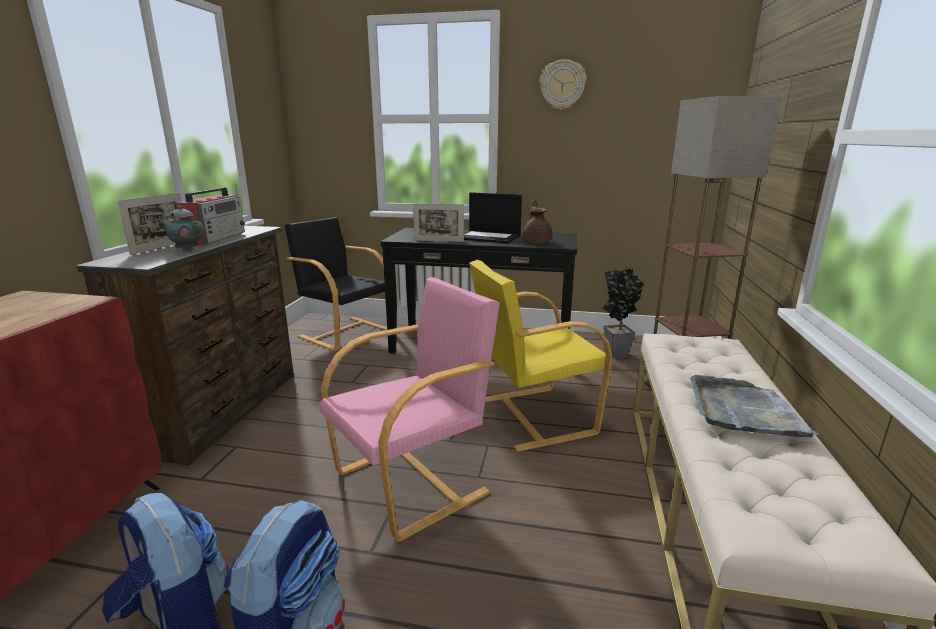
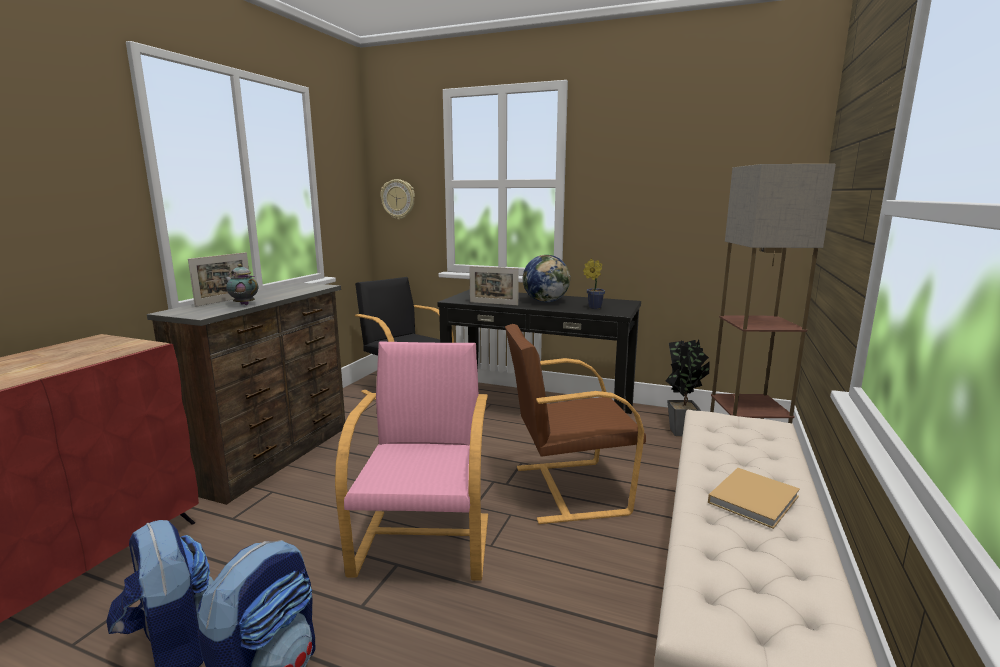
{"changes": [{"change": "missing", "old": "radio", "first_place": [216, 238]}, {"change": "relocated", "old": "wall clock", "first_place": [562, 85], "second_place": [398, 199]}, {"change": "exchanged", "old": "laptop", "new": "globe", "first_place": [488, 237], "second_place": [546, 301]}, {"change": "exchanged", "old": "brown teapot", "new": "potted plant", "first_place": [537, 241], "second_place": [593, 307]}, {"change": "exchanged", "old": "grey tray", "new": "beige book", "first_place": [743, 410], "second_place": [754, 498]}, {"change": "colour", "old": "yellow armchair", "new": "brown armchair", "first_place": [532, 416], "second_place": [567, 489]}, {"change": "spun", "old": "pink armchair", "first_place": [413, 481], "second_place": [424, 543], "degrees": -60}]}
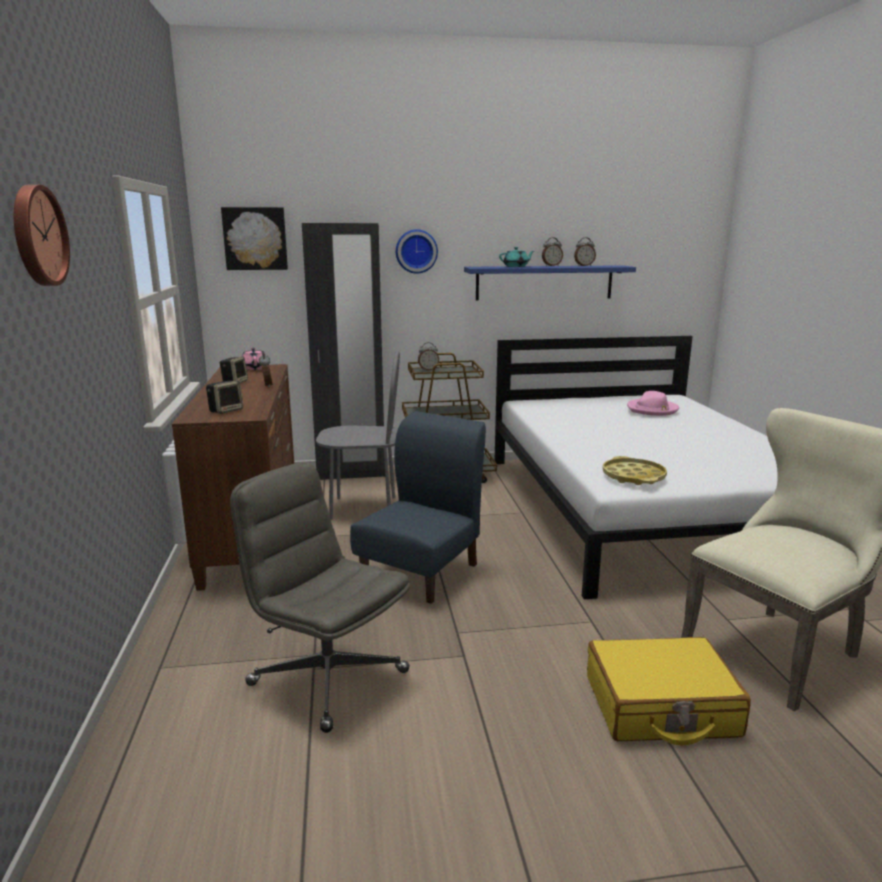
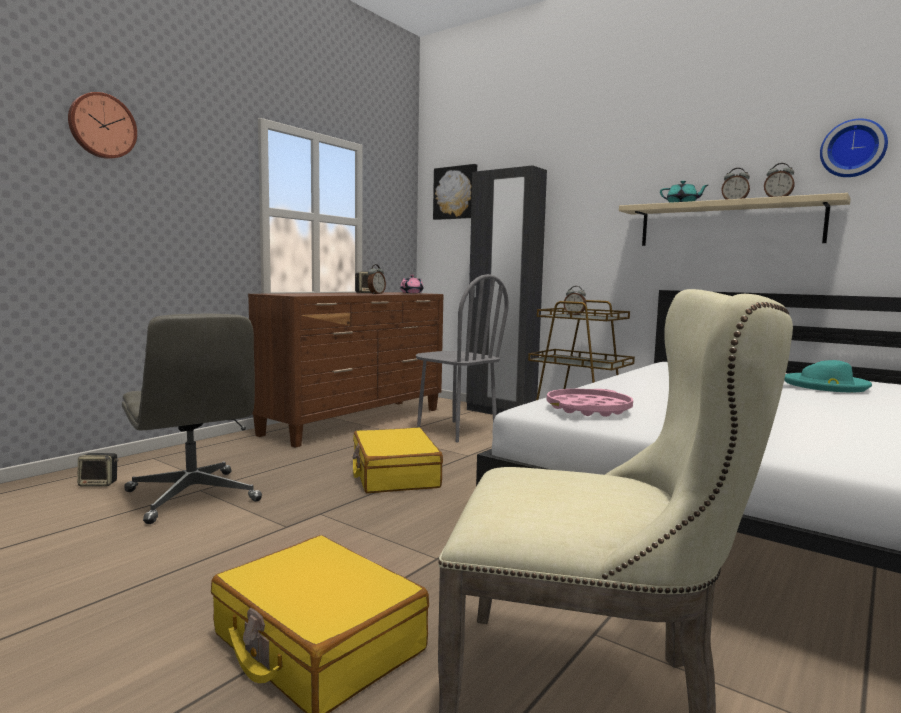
{"changes": [{"change": "relocated", "old": "speaker", "first_place": [226, 410], "second_place": [99, 483]}, {"change": "relocated", "old": "wall clock", "first_place": [416, 251], "second_place": [853, 149]}, {"change": "exchanged", "old": "blue chair", "new": "yellow suitcase", "first_place": [421, 572], "second_place": [394, 475]}, {"change": "colour", "old": "blue shelf", "new": "beige shelf", "first_place": [544, 282], "second_place": [728, 224]}, {"change": "colour", "old": "yellow tray", "new": "pink tray", "first_place": [633, 477], "second_place": [588, 409]}, {"change": "colour", "old": "pink hat", "new": "turquoise hat", "first_place": [652, 409], "second_place": [826, 386]}, {"change": "spun", "old": "grey office chair", "first_place": [327, 677], "second_place": [193, 497], "degrees": 150}]}
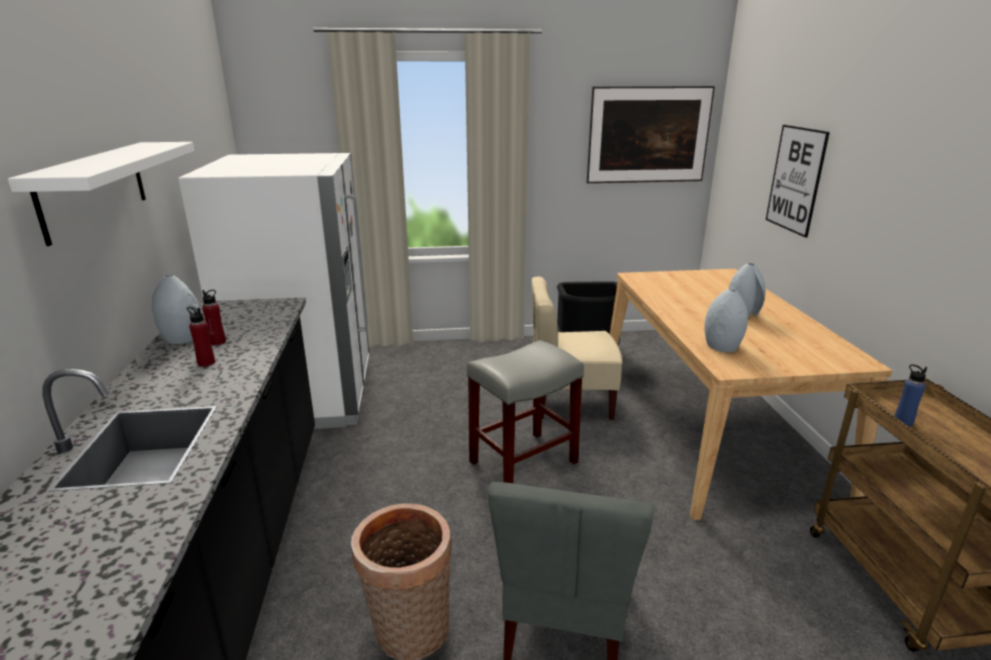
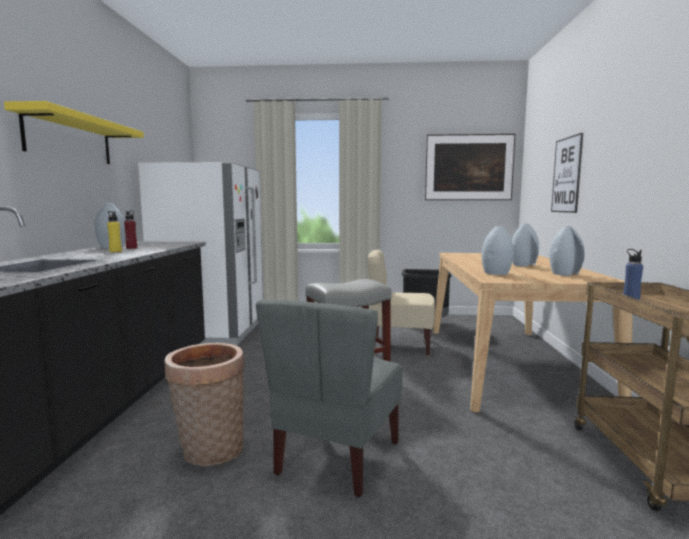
{"changes": [{"change": "appeared", "new": "grey vase", "second_place": [565, 274]}, {"change": "colour", "old": "white shelf", "new": "yellow shelf", "first_place": [94, 188], "second_place": [69, 139]}, {"change": "colour", "old": "red bottle", "new": "yellow bottle", "first_place": [206, 363], "second_place": [115, 251]}]}
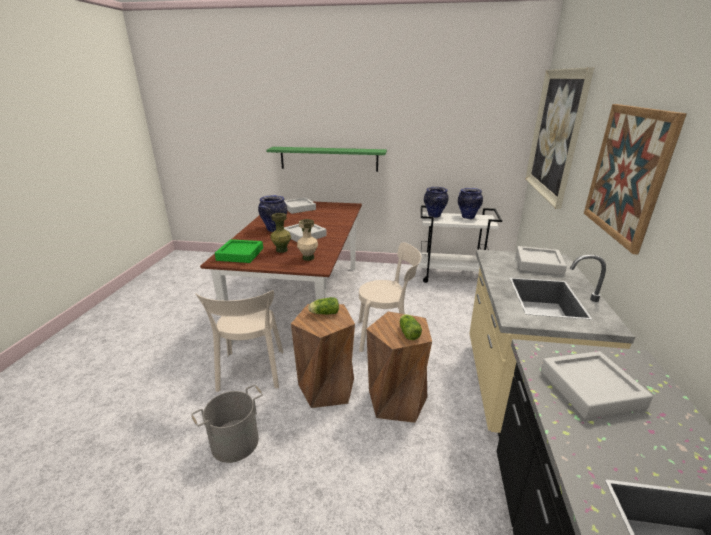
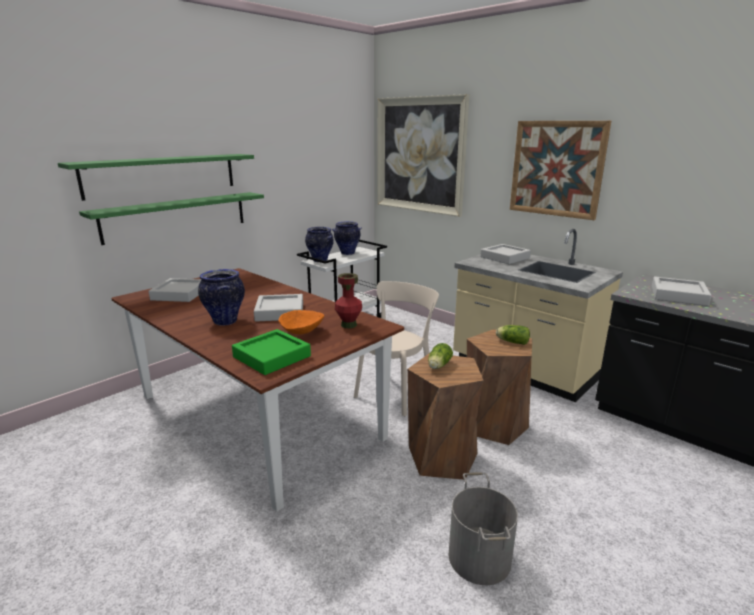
{"changes": [{"change": "missing", "old": "beige chair", "first_place": [251, 373]}, {"change": "appeared", "new": "green shelf", "second_place": [162, 175]}, {"change": "exchanged", "old": "green vase", "new": "orange bowl", "first_place": [281, 250], "second_place": [302, 332]}, {"change": "colour", "old": "beige vase", "new": "red vase", "first_place": [308, 258], "second_place": [349, 325]}]}
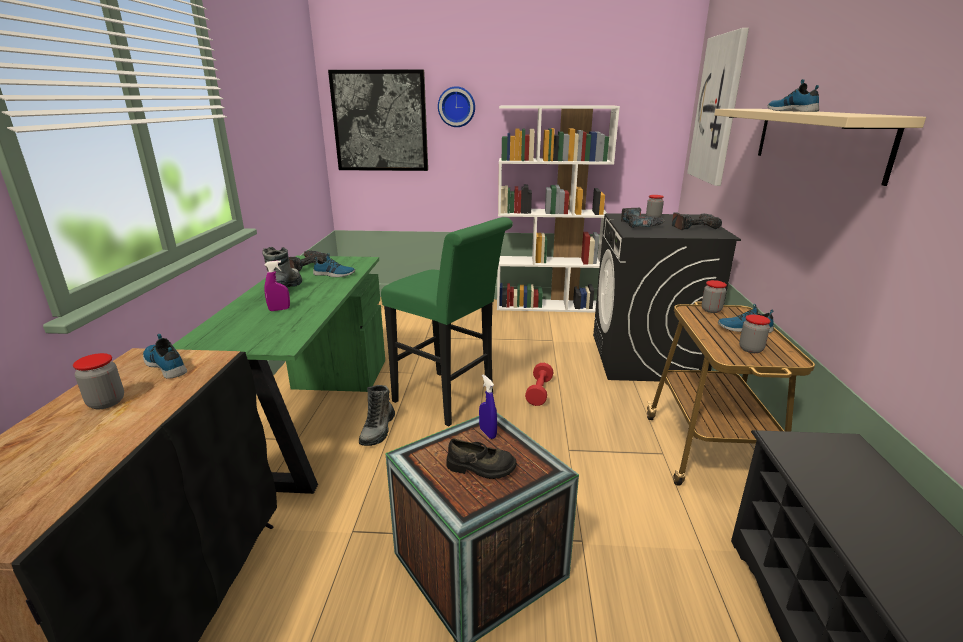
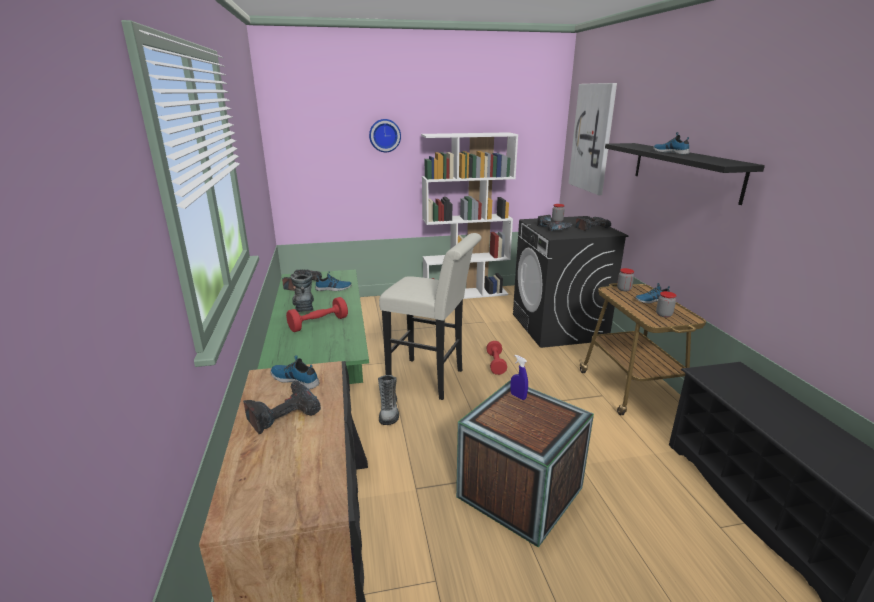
{"changes": [{"change": "missing", "old": "picture", "first_place": [380, 121]}, {"change": "missing", "old": "black shoe", "first_place": [481, 468]}, {"change": "exchanged", "old": "jar", "new": "power drill", "first_place": [106, 402], "second_place": [283, 413]}, {"change": "exchanged", "old": "purple spray bottle", "new": "red dumbbell", "first_place": [279, 309], "second_place": [318, 324]}, {"change": "colour", "old": "green stool", "new": "white stool", "first_place": [449, 400], "second_place": [431, 380]}, {"change": "colour", "old": "beige shelf", "new": "black shelf", "first_place": [816, 140], "second_place": [684, 170]}]}
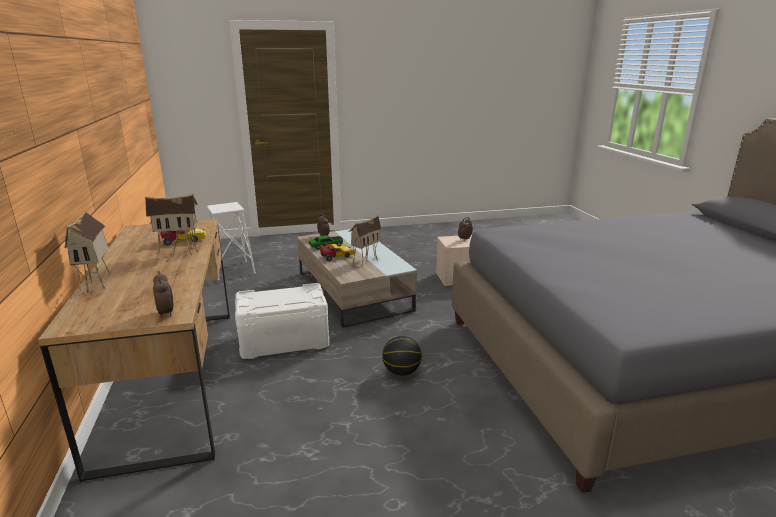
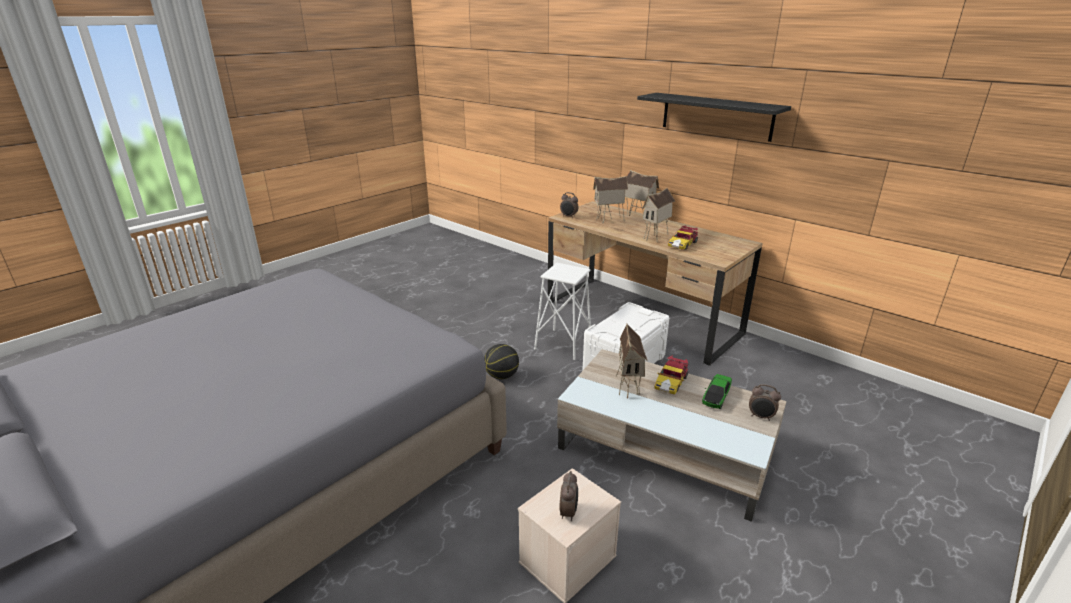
{"changes": [{"change": "appeared", "new": "toy house", "second_place": [609, 220]}, {"change": "appeared", "new": "black shelf", "second_place": [716, 116]}, {"change": "relocated", "old": "white stool", "first_place": [233, 270], "second_place": [563, 344]}]}
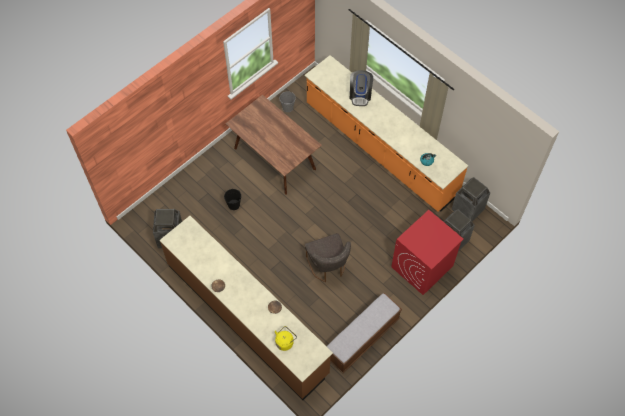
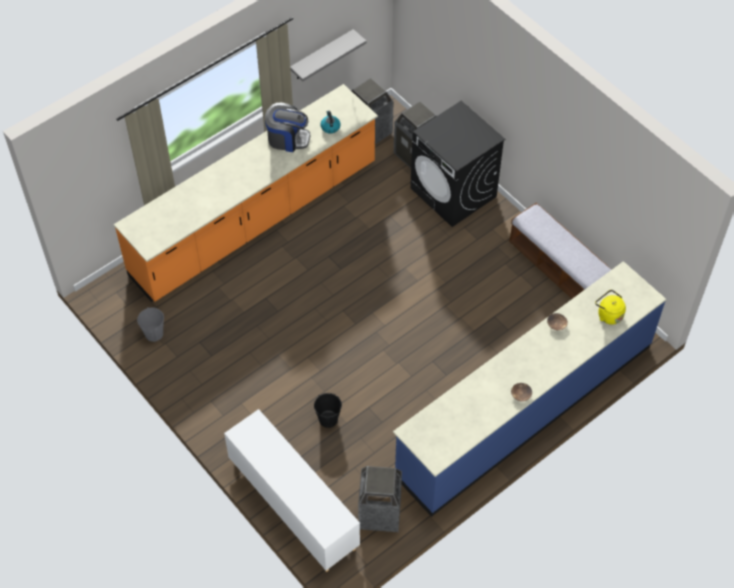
{"changes": [{"change": "missing", "old": "brown dining table", "first_place": [274, 158]}, {"change": "missing", "old": "grey chair", "first_place": [328, 267]}, {"change": "appeared", "new": "white cabinet", "second_place": [293, 505]}, {"change": "appeared", "new": "grey shelf", "second_place": [322, 55]}, {"change": "relocated", "old": "coffee machine", "first_place": [360, 94], "second_place": [287, 138]}, {"change": "colour", "old": "brown counter", "new": "blue counter", "first_place": [247, 318], "second_place": [524, 409]}, {"change": "colour", "old": "red washing machine", "new": "black washing machine", "first_place": [422, 267], "second_place": [453, 192]}]}
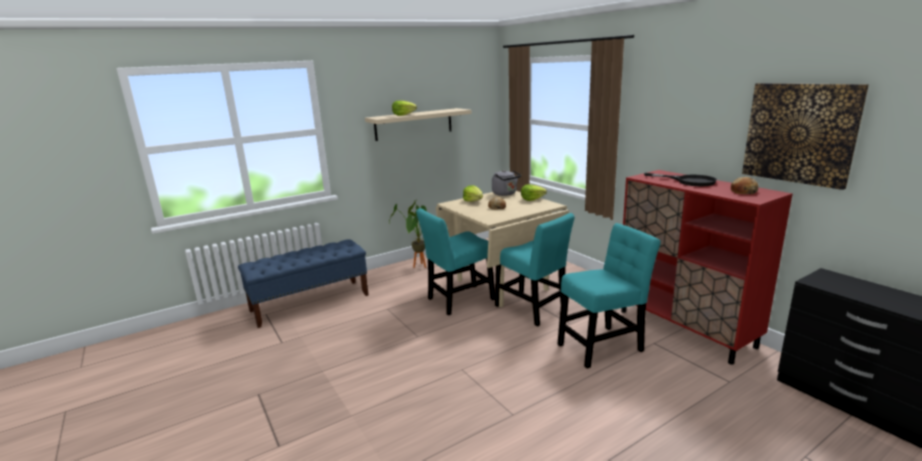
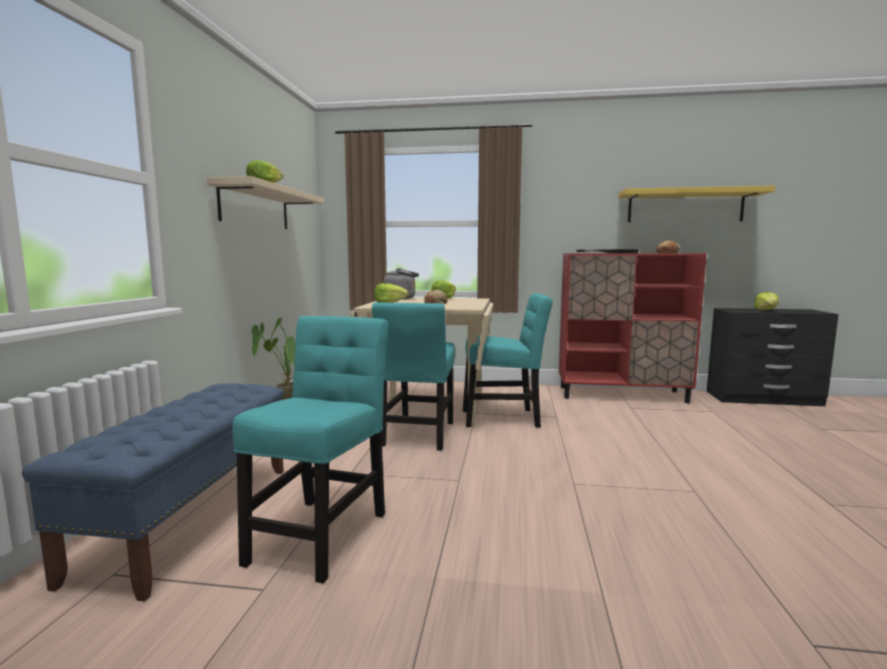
{"changes": [{"change": "appeared", "new": "lettuce", "second_place": [766, 310]}, {"change": "relocated", "old": "turquoise chair", "first_place": [603, 346], "second_place": [321, 532]}, {"change": "exchanged", "old": "picture", "new": "yellow shelf", "first_place": [800, 133], "second_place": [685, 206]}]}
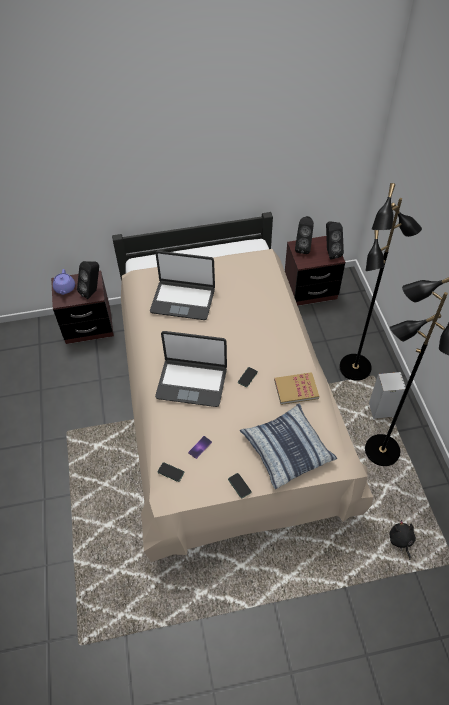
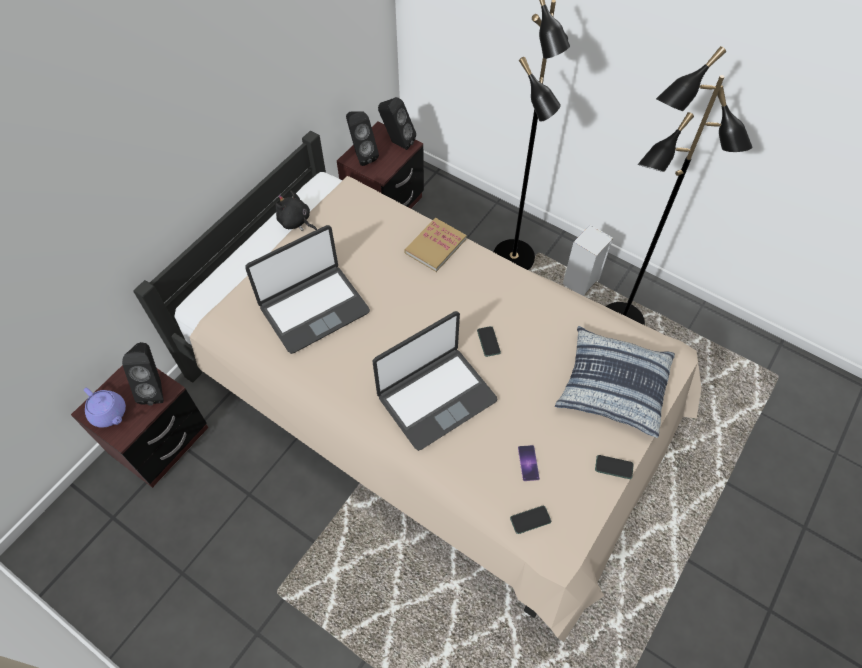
{"changes": [{"change": "relocated", "old": "book", "first_place": [296, 389], "second_place": [435, 246]}, {"change": "relocated", "old": "black plush toy", "first_place": [401, 540], "second_place": [296, 222]}]}
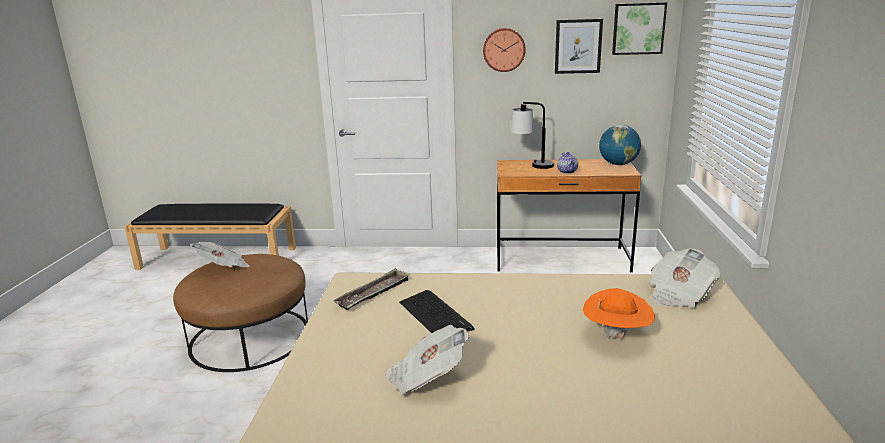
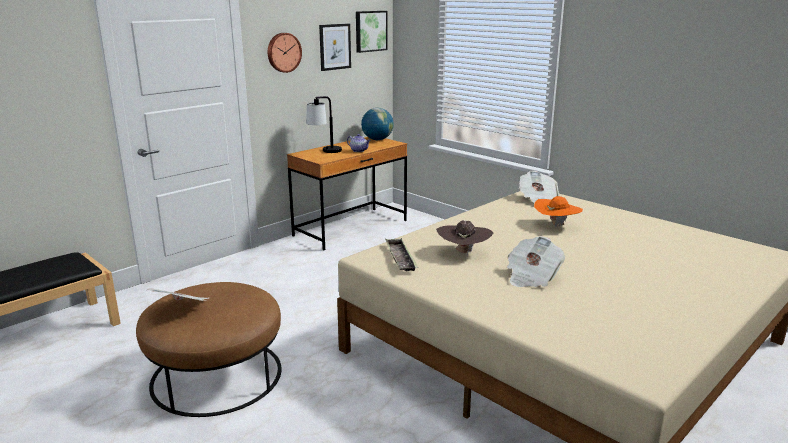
{"changes": [{"change": "exchanged", "old": "keyboard", "new": "brown hat", "first_place": [435, 315], "second_place": [463, 252]}]}
